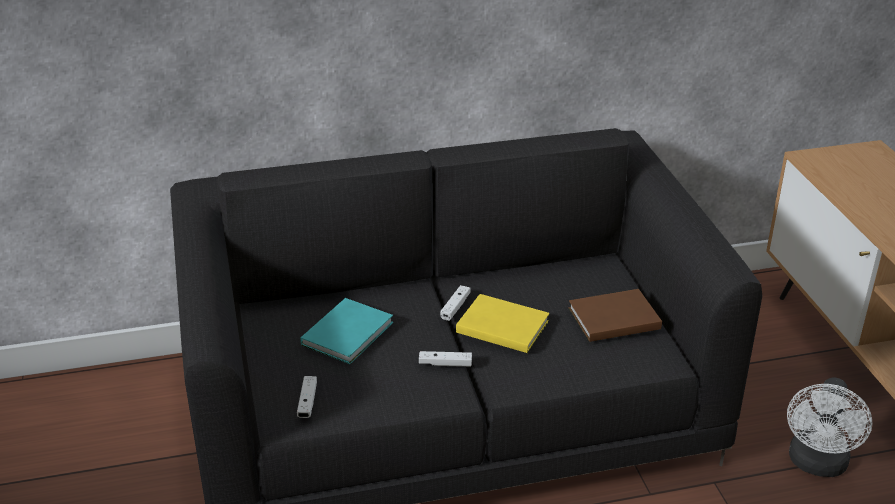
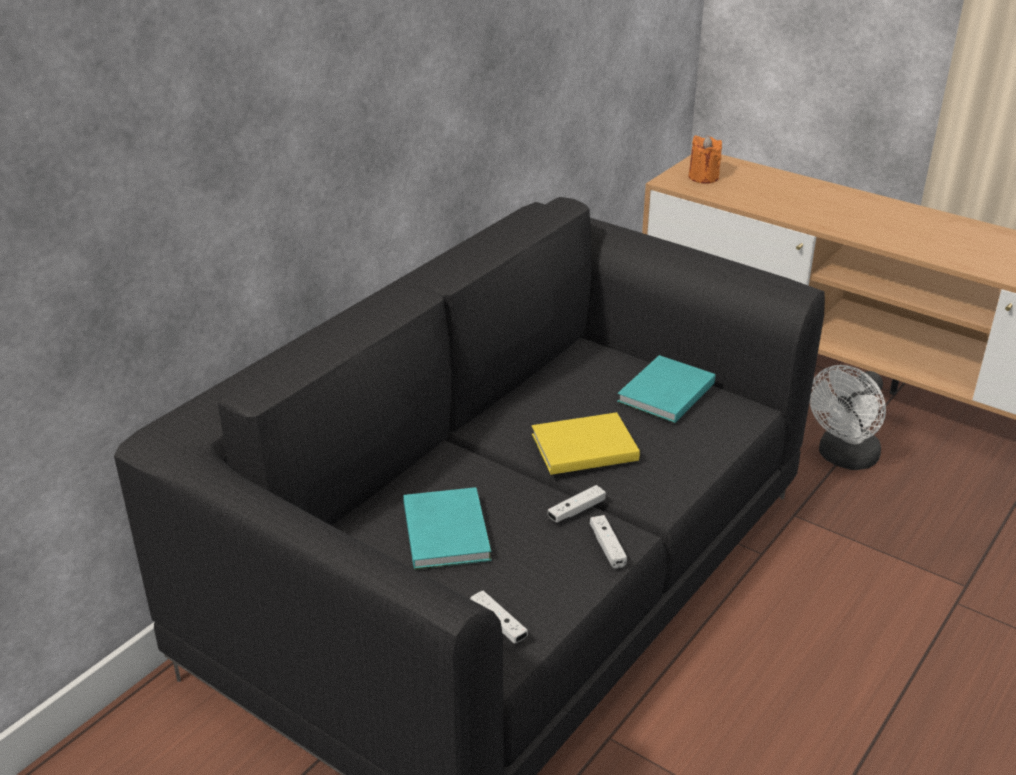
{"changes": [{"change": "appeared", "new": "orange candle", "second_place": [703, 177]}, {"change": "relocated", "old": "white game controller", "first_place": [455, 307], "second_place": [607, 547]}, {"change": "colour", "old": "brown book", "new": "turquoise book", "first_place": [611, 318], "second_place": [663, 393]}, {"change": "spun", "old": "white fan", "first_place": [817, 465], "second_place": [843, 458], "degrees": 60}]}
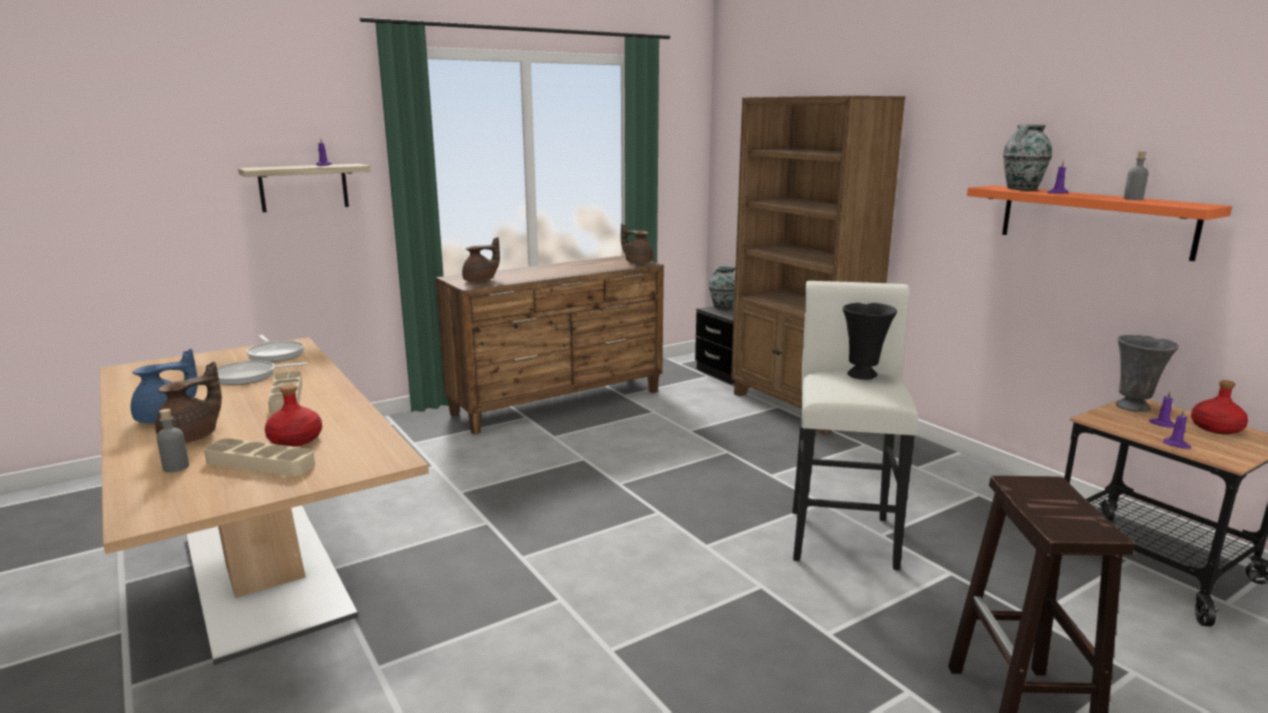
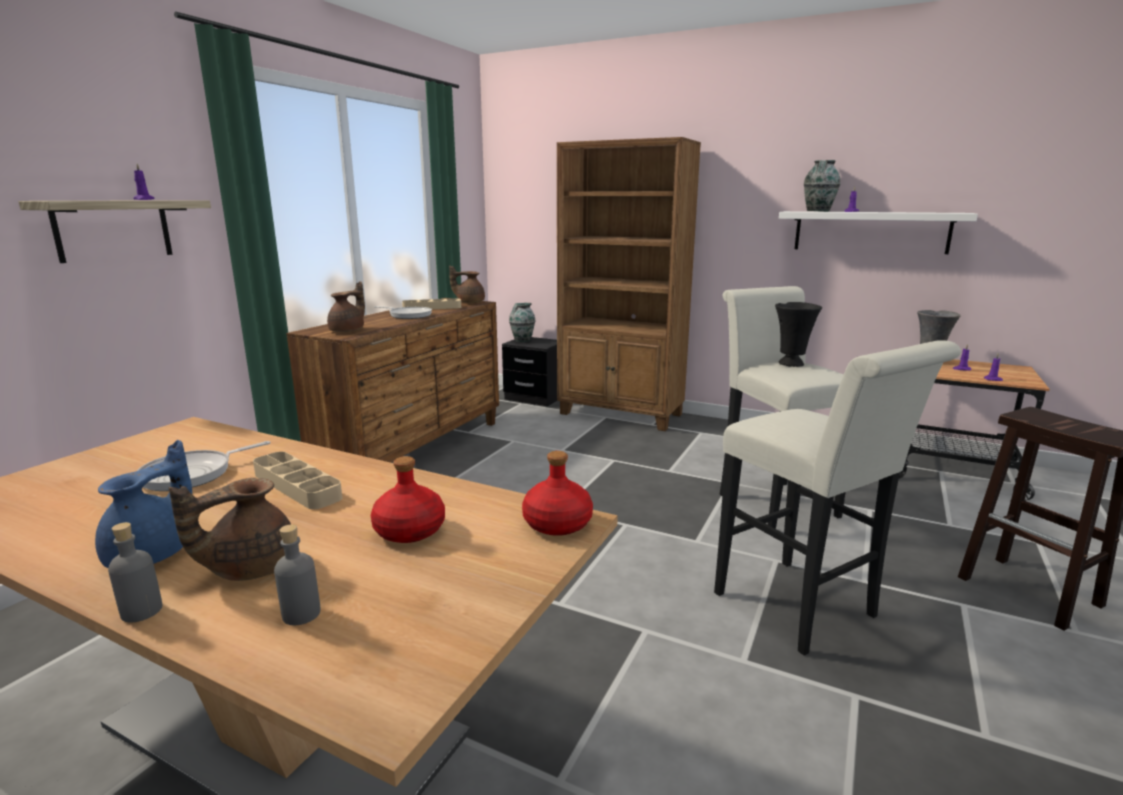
{"changes": [{"change": "appeared", "new": "white stool", "second_place": [803, 610]}, {"change": "relocated", "old": "beige tray", "first_place": [260, 463], "second_place": [432, 308]}, {"change": "relocated", "old": "frying pan", "first_place": [275, 354], "second_place": [408, 315]}, {"change": "relocated", "old": "grey bottle", "first_place": [1133, 199], "second_place": [141, 611]}, {"change": "relocated", "old": "red bottle", "first_place": [1215, 428], "second_place": [556, 524]}, {"change": "colour", "old": "orange shelf", "new": "white shelf", "first_place": [1094, 220], "second_place": [870, 232]}, {"change": "spun", "old": "brown teapot", "first_place": [192, 437], "second_place": [250, 567], "degrees": -135}]}
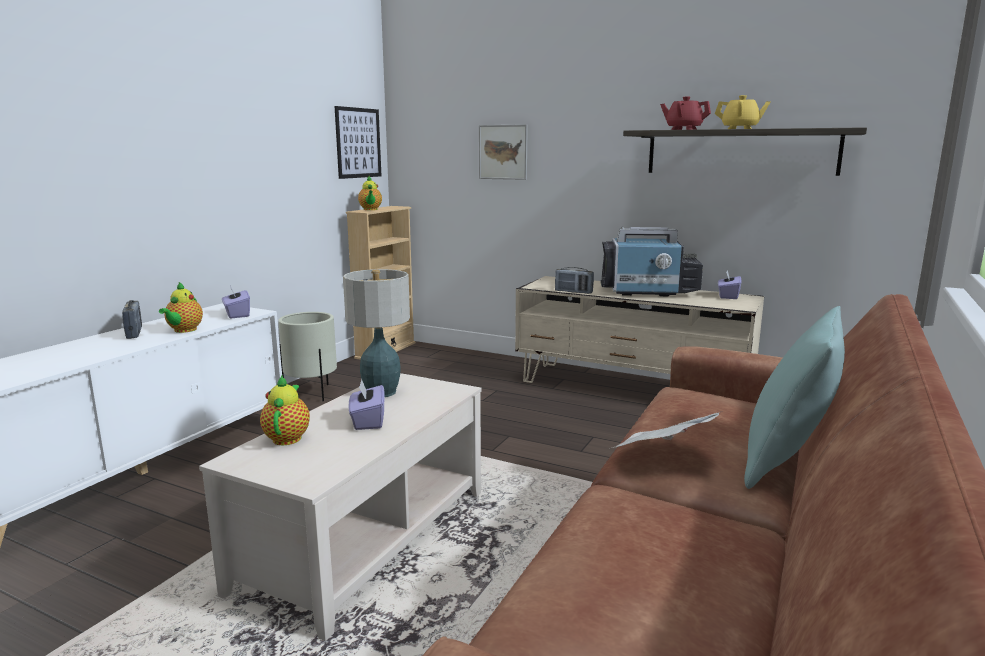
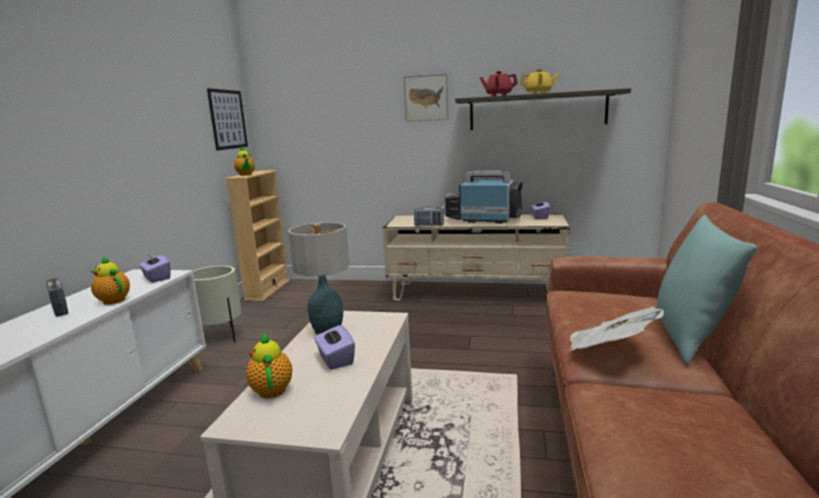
{"changes": [{"change": "relocated", "old": "picture", "first_place": [503, 152], "second_place": [426, 98]}, {"change": "spun", "old": "teapot", "first_place": [184, 330], "second_place": [112, 300], "degrees": 135}, {"change": "spun", "old": "television", "first_place": [649, 292], "second_place": [483, 219], "degrees": -150}]}
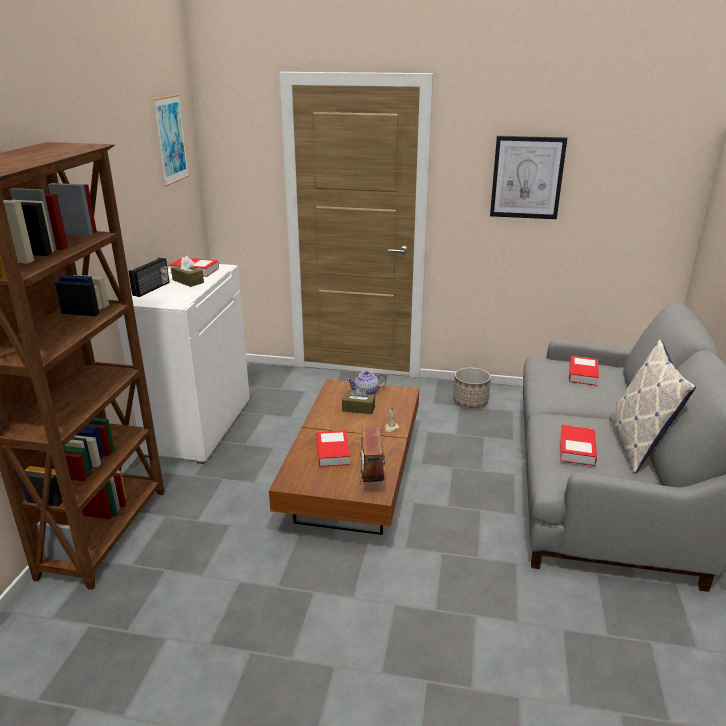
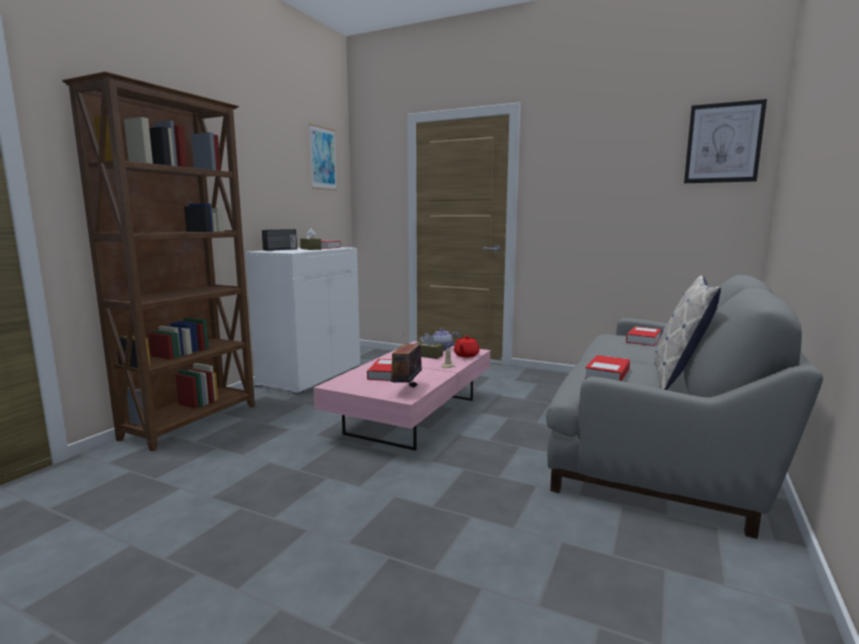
{"changes": [{"change": "missing", "old": "planter", "first_place": [470, 401]}, {"change": "appeared", "new": "red teapot", "second_place": [466, 355]}, {"change": "relocated", "old": "picture", "first_place": [527, 177], "second_place": [723, 143]}, {"change": "colour", "old": "brown coffee table", "new": "pink coffee table", "first_place": [354, 480], "second_place": [413, 416]}]}
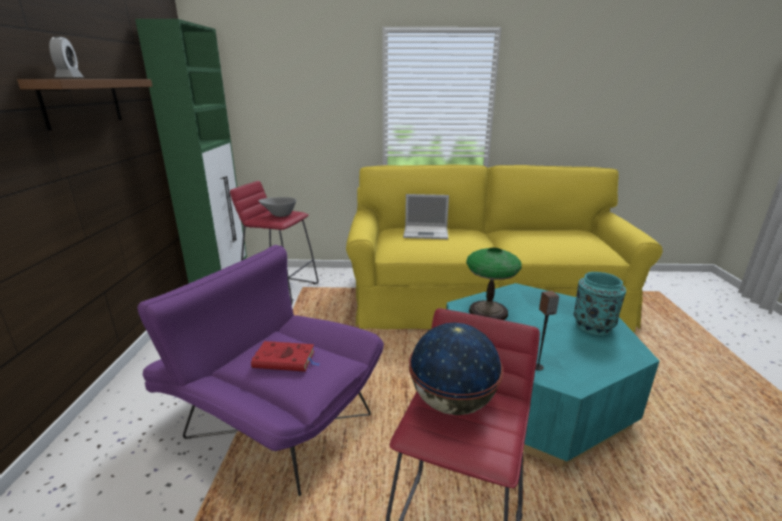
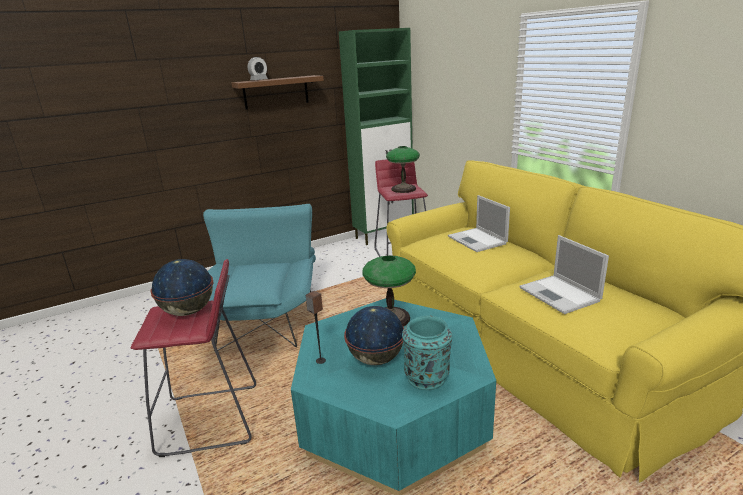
{"changes": [{"change": "missing", "old": "red book", "first_place": [286, 360]}, {"change": "appeared", "new": "globe", "second_place": [376, 359]}, {"change": "appeared", "new": "laptop", "second_place": [560, 295]}, {"change": "exchanged", "old": "grey bowl", "new": "table lamp", "first_place": [279, 215], "second_place": [404, 189]}, {"change": "colour", "old": "purple armchair", "new": "turquoise armchair", "first_place": [272, 418], "second_place": [267, 316]}]}
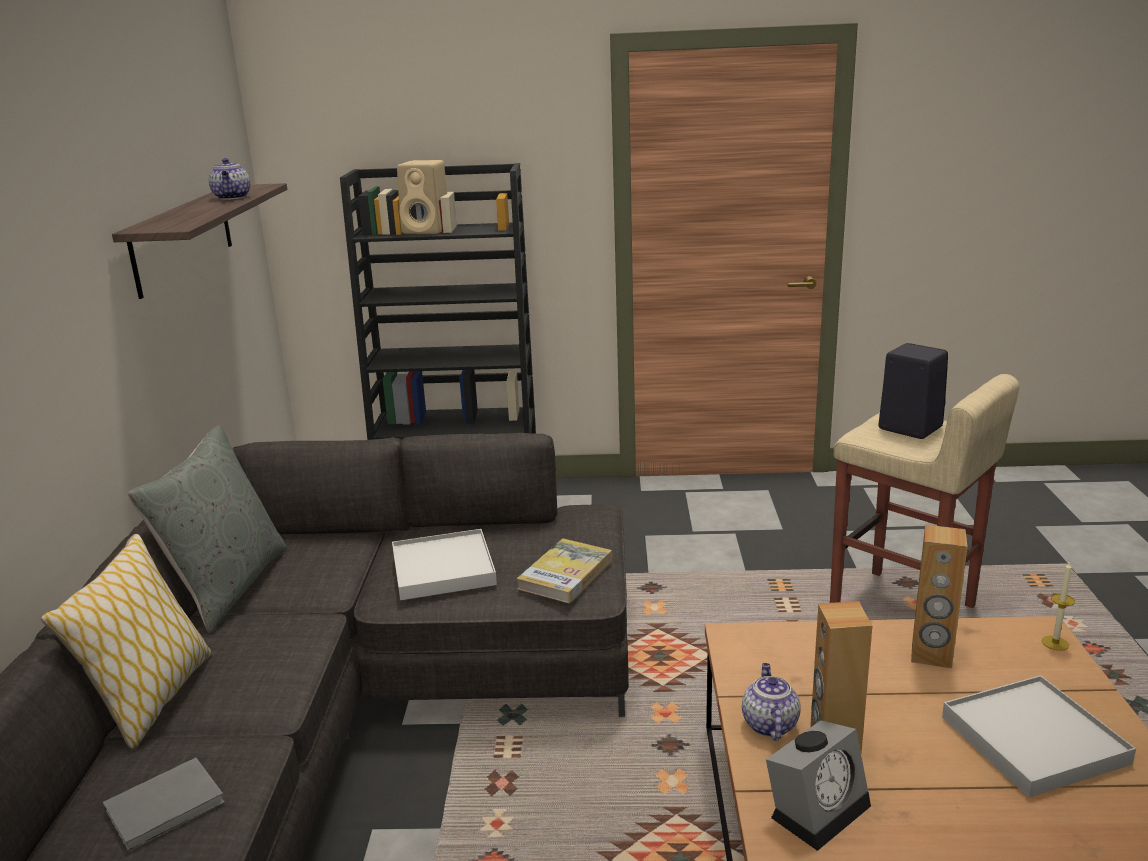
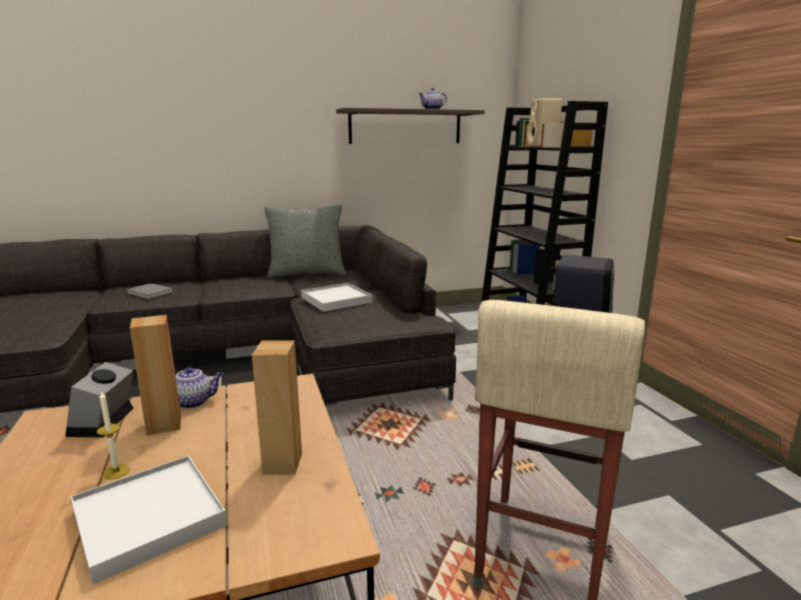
{"changes": [{"change": "missing", "old": "pillow", "first_place": [152, 699]}, {"change": "missing", "old": "book", "first_place": [566, 574]}, {"change": "relocated", "old": "candle", "first_place": [1055, 643], "second_place": [116, 471]}, {"change": "spun", "old": "alarm clock", "first_place": [818, 807], "second_place": [103, 423], "degrees": 60}]}
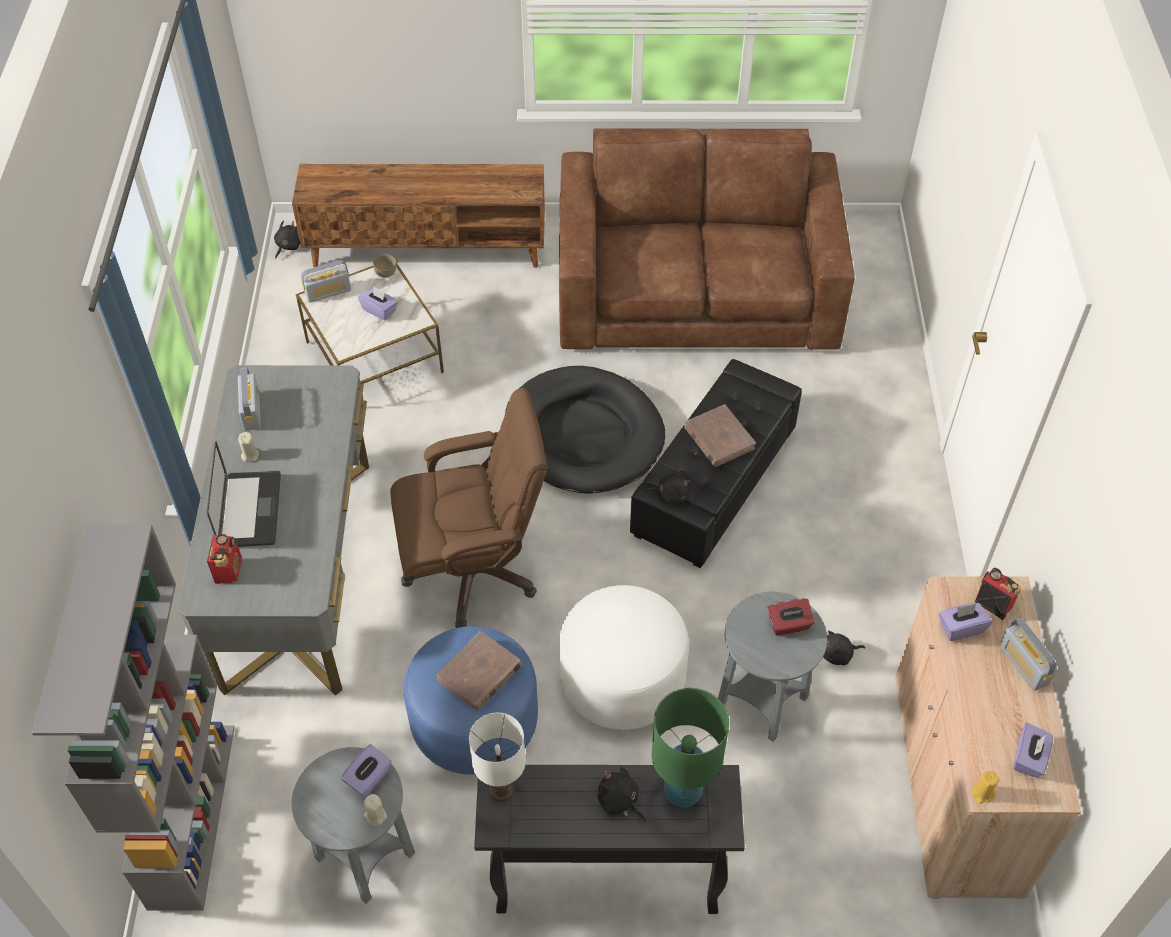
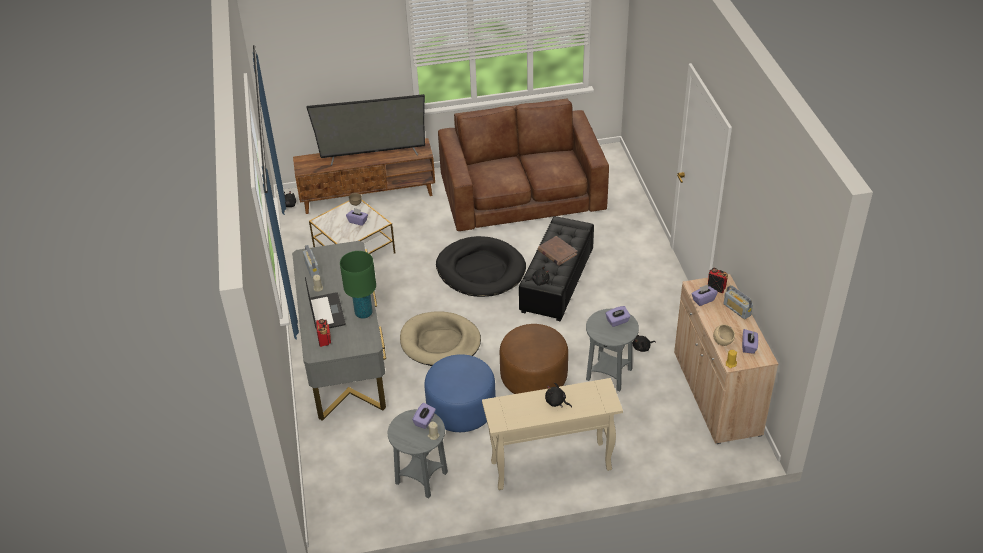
{"changes": [{"change": "missing", "old": "grey bookcase", "first_place": [191, 814]}, {"change": "missing", "old": "radio", "first_place": [328, 292]}, {"change": "missing", "old": "brown book", "first_place": [480, 673]}, {"change": "missing", "old": "white table lamp", "first_place": [502, 790]}, {"change": "appeared", "new": "television", "second_place": [373, 154]}, {"change": "appeared", "new": "beige bowl", "second_place": [722, 342]}, {"change": "relocated", "old": "green table lamp", "first_place": [683, 791], "second_place": [364, 313]}, {"change": "exchanged", "old": "brown office chair", "new": "beige dog bed", "first_place": [474, 571], "second_place": [440, 342]}, {"change": "colour", "old": "black console table", "new": "beige console table", "first_place": [604, 880], "second_place": [550, 466]}, {"change": "colour", "old": "white ottoman", "new": "brown ottoman", "first_place": [622, 680], "second_place": [533, 378]}, {"change": "colour", "old": "red tissue box", "new": "purple tissue box", "first_place": [788, 625], "second_place": [617, 321]}]}
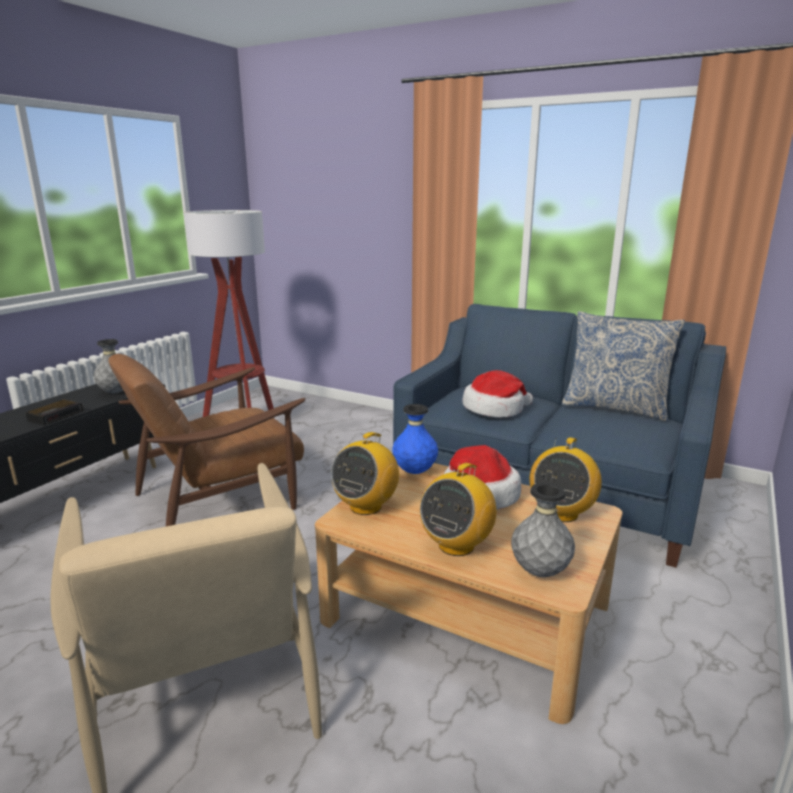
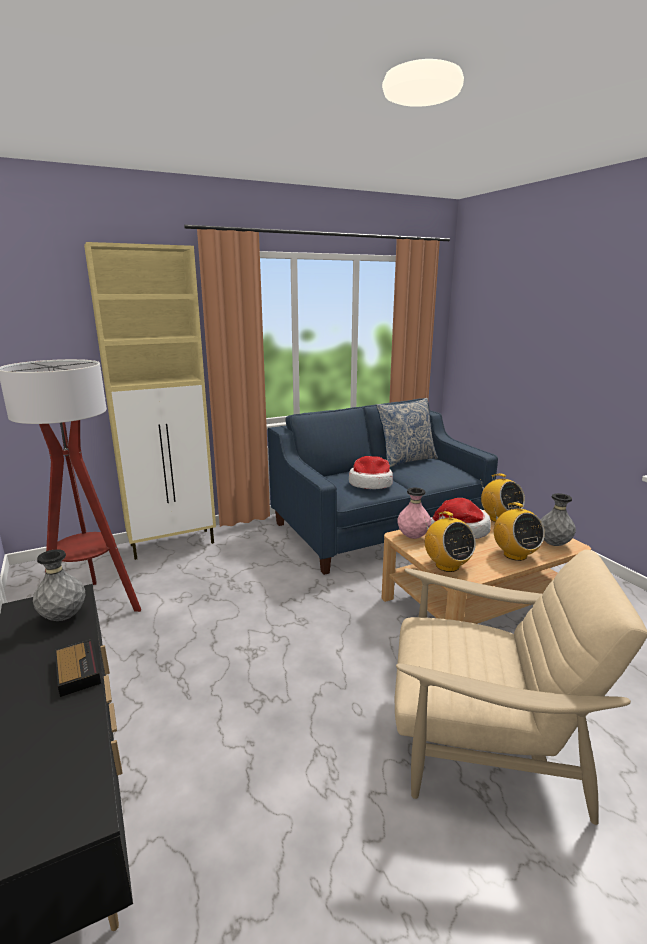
{"changes": [{"change": "missing", "old": "brown armchair", "first_place": [219, 498]}, {"change": "appeared", "new": "beige cabinet", "second_place": [174, 544]}, {"change": "colour", "old": "blue vase", "new": "pink vase", "first_place": [414, 472], "second_place": [413, 537]}]}
